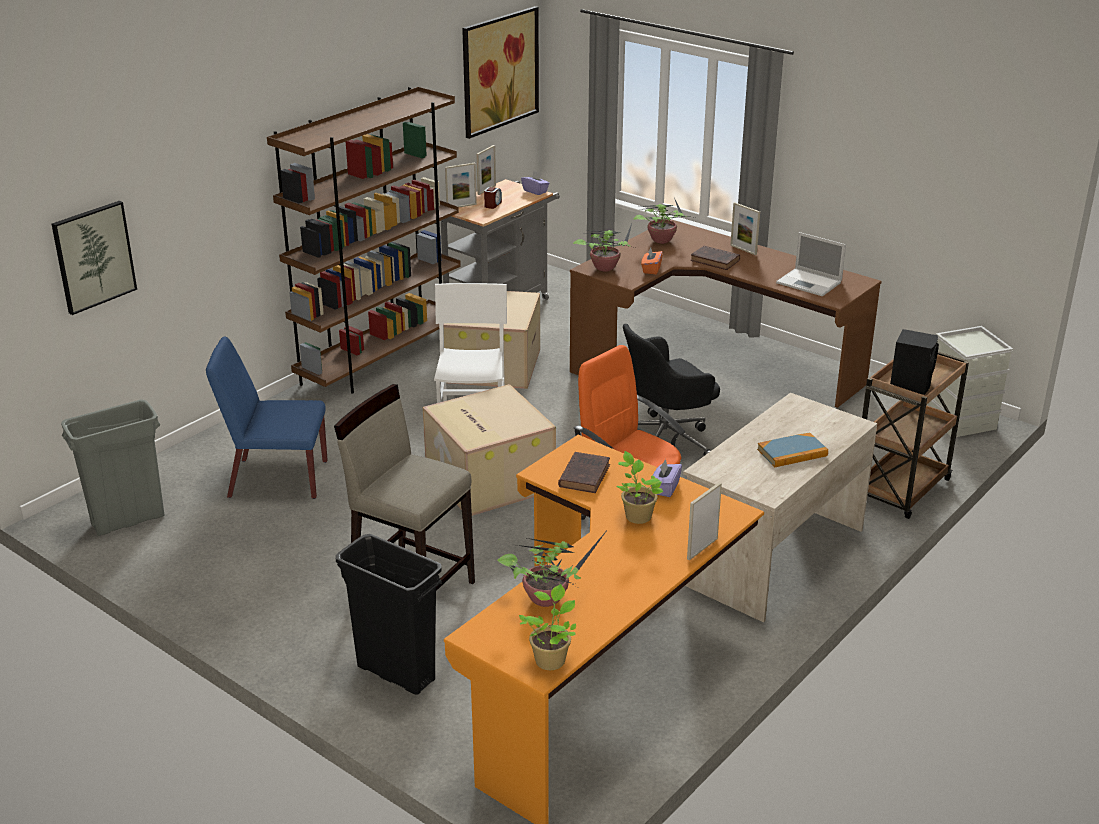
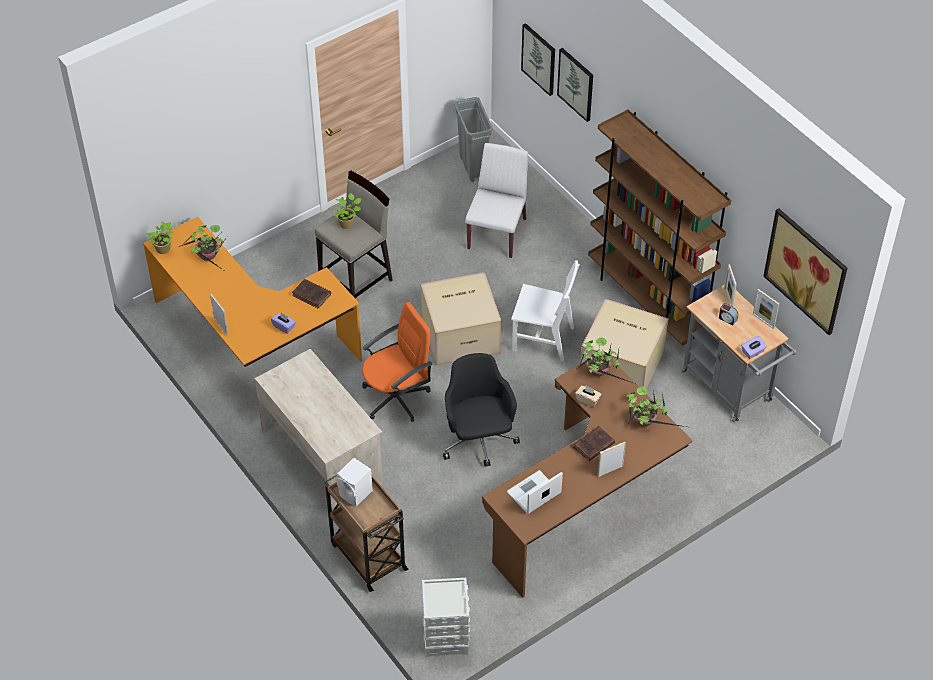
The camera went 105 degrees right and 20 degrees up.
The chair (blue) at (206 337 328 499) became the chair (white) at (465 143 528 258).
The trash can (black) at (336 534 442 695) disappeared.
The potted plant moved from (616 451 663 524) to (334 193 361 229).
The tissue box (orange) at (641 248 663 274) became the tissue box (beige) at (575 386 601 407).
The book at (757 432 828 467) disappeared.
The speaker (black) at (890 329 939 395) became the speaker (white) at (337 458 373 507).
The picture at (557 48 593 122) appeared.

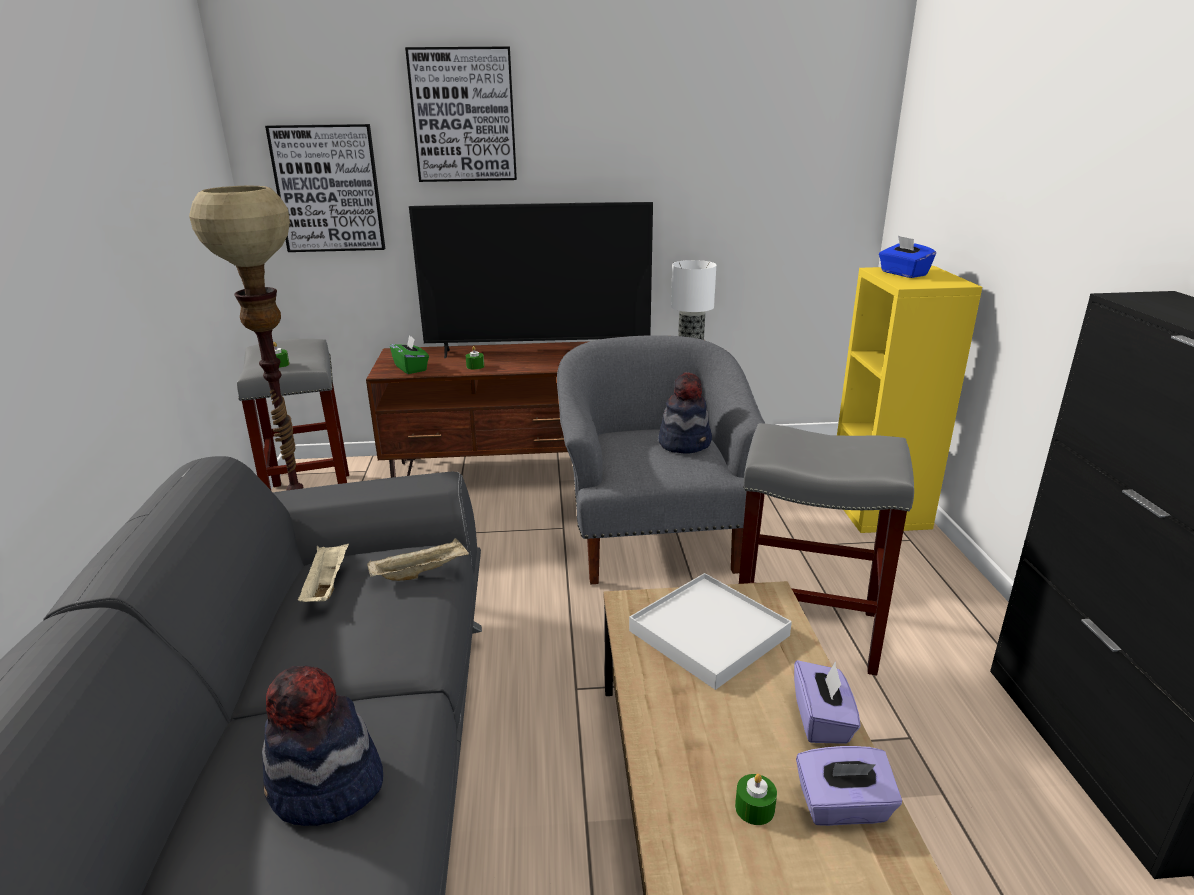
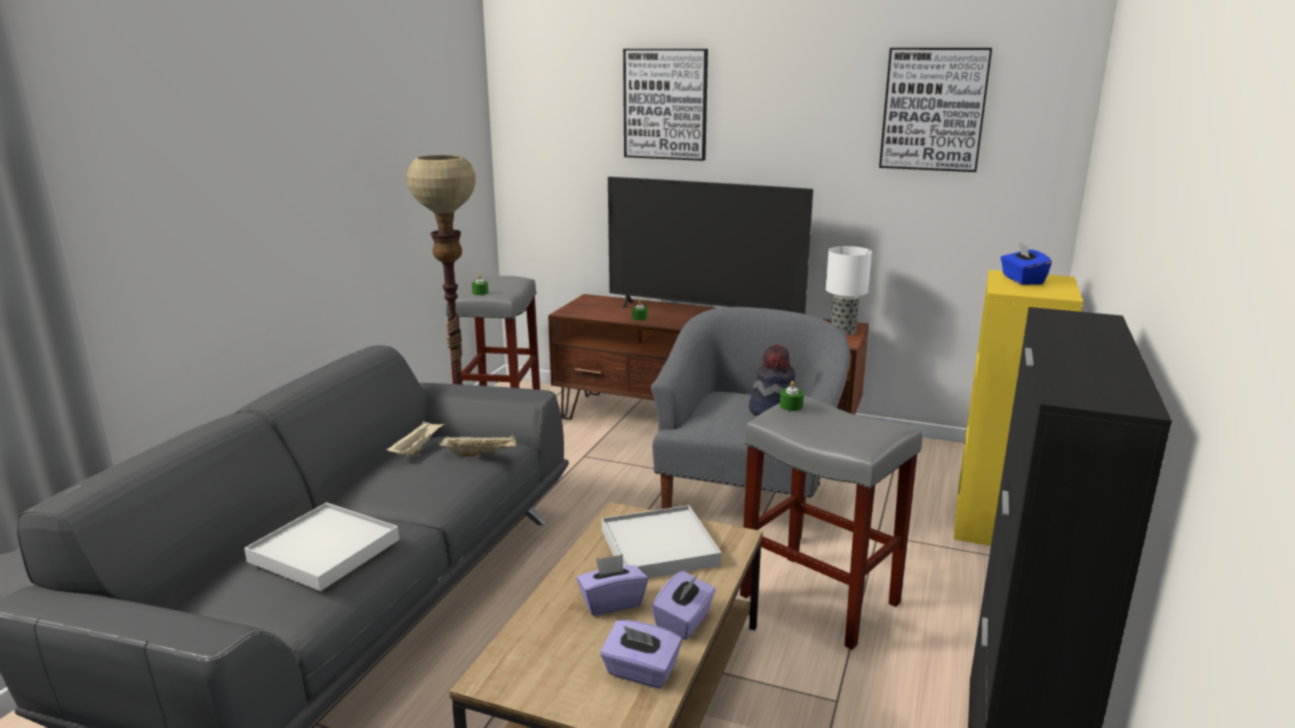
The camera went 25 degrees right and 5 degrees down.
The hat at (262 665 383 826) was replaced by the tray (white) at (244 502 399 591).
The picture moved from (265 124 385 252) to (879 48 992 172).
The tissue box (green) at (390 335 429 374) disappeared.
The candle (green) moved from (735 774 777 825) to (780 381 804 411).
The tissue box (purple) at (576 554 648 616) appeared.

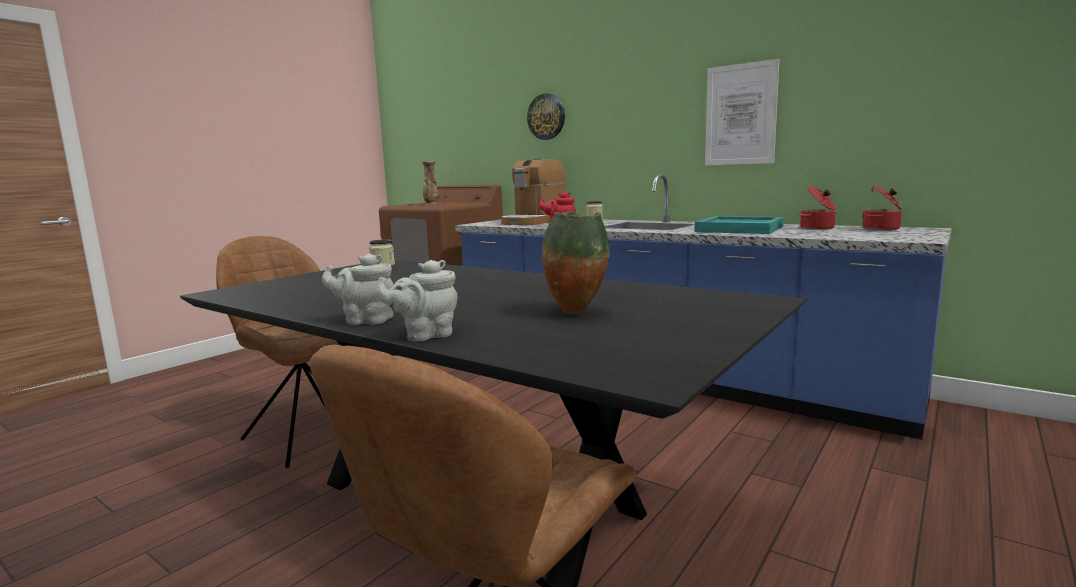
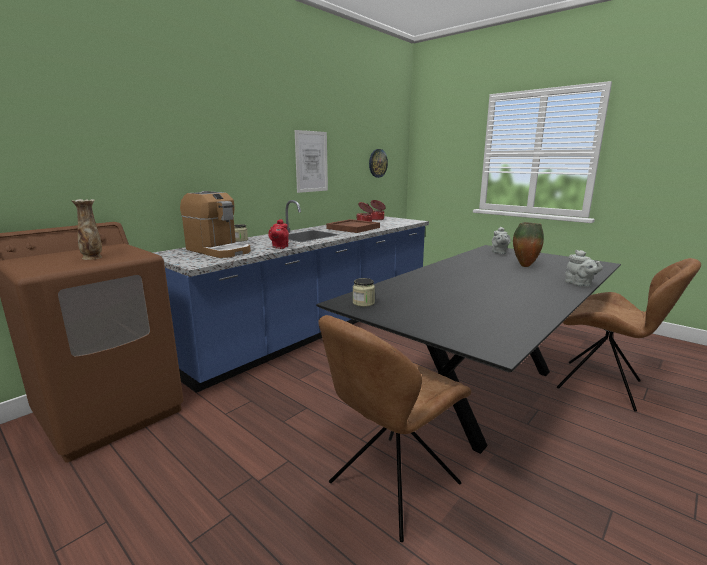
The camera went 85 degrees left and 5 degrees up.
The teapot (grey) moved from (322 254 393 325) to (492 227 511 254).
The wall clock moved from (527 93 565 140) to (369 149 388 178).
The tray (turquoise) at (694 216 784 234) became the tray (brown) at (326 219 380 233).

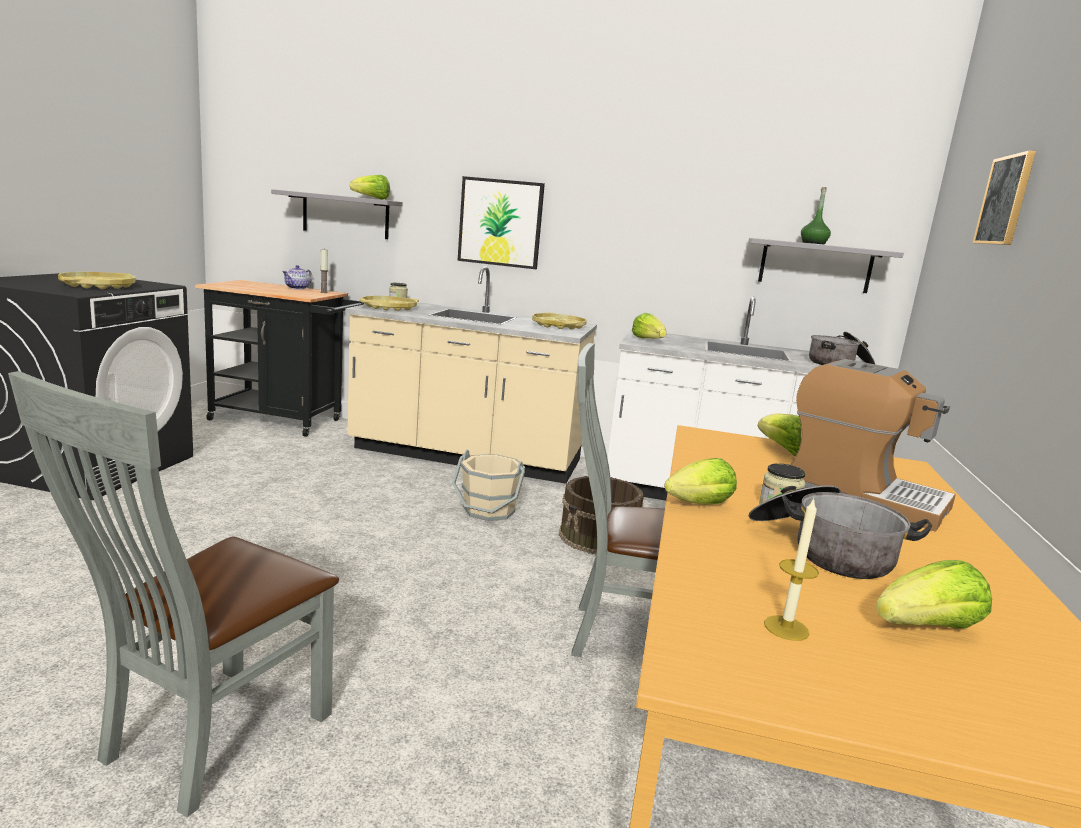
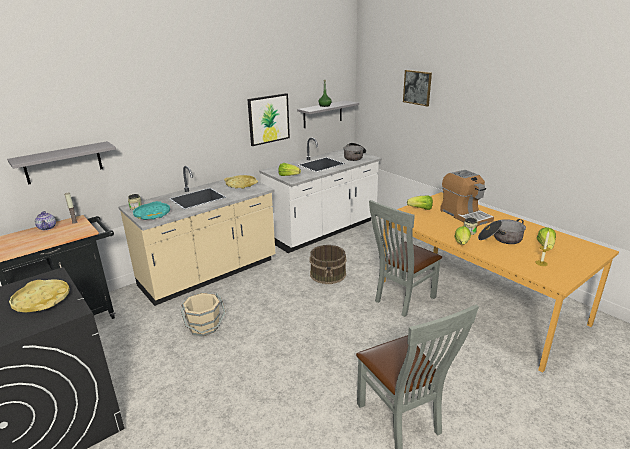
The camera went 50 degrees left and 10 degrees up.
The lettuce at (350 175 390 199) disappeared.
The tray (yellow) at (359 296 419 311) became the tray (turquoise) at (133 201 170 220).
The bucket (beige) moved from (452 450 526 521) to (181 292 226 336).
The picture moved from (458 176 545 269) to (247 93 290 146).
The coffee machine at (790 359 956 532) turned 75 degrees clockwise.

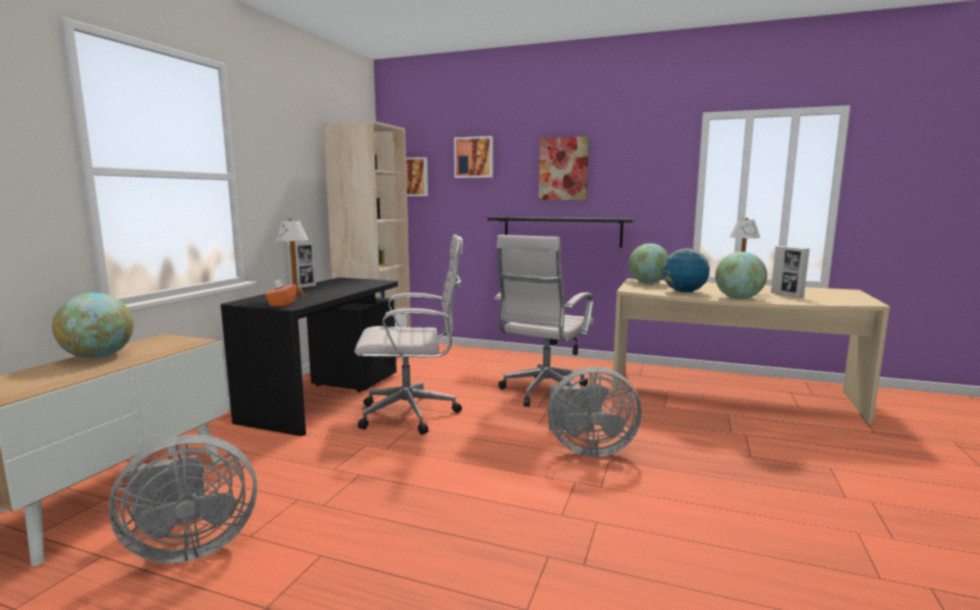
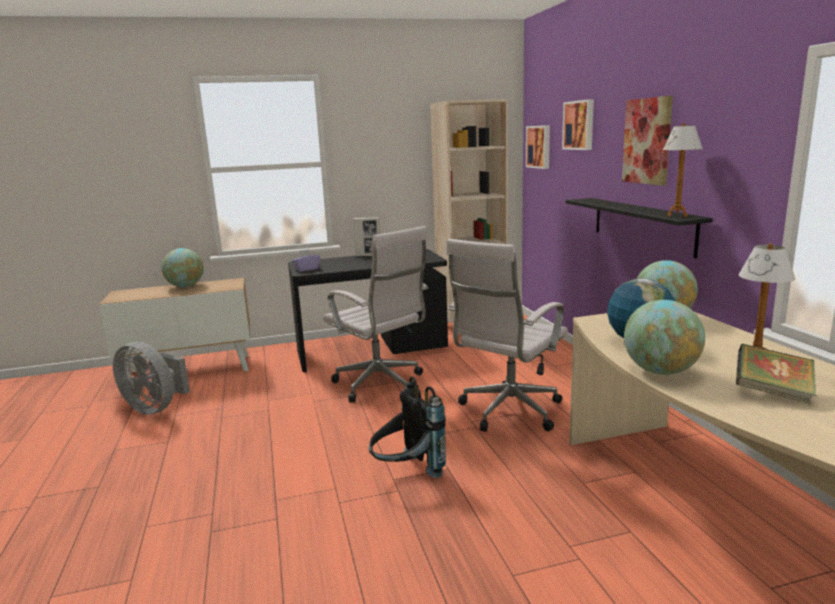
The camera went 55 degrees right and 5 degrees up.
The tissue box (orange) at (265 279 297 306) became the tissue box (purple) at (292 249 320 272).
The table lamp moved from (275 218 308 297) to (663 123 703 217).
The office chair (white) at (494 235 593 407) turned 45 degrees counterclockwise.
The fan (grey) at (548 367 642 457) was replaced by the backpack (black) at (369 376 446 478).
The picture frame at (771 246 810 298) was replaced by the book at (736 344 816 404).

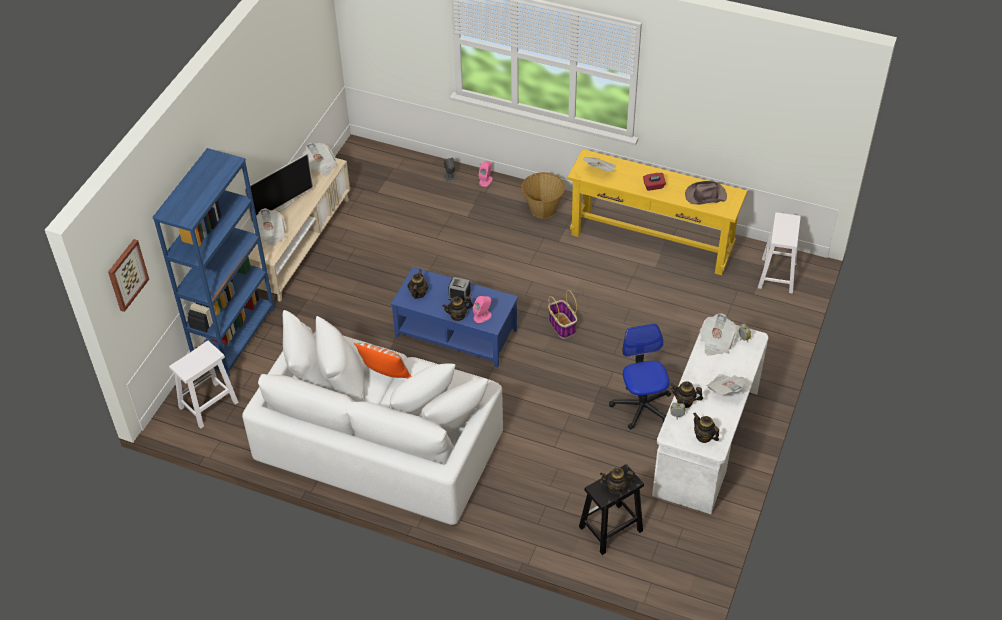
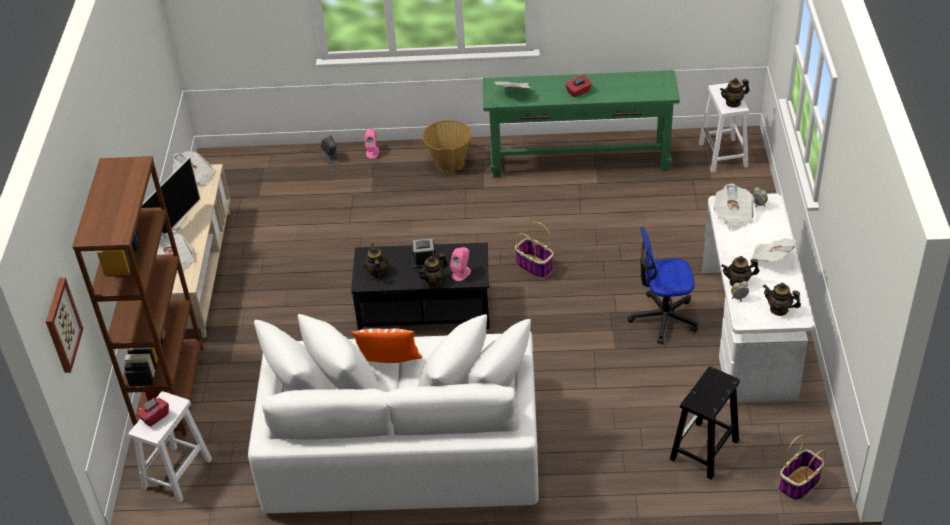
The camera went 20 degrees left and 5 degrees down.
The bookcase (blue) at (153 148 275 377) became the bookcase (brown) at (72 156 203 436).
The coffee table (blue) at (391 267 518 368) became the coffee table (black) at (351 242 490 330).
The console table (yellow) at (568 149 747 275) became the console table (green) at (483 70 680 178).
The teapot moved from (600 467 635 494) to (720 78 749 108).
The office chair at (609 323 671 429) turned 60 degrees counterclockwise.
The hat (brown) at (685 181 727 205) disappeared.
The tissue box (red) at (136 398 169 427) appeared.
The basket at (779 435 825 500) appeared.

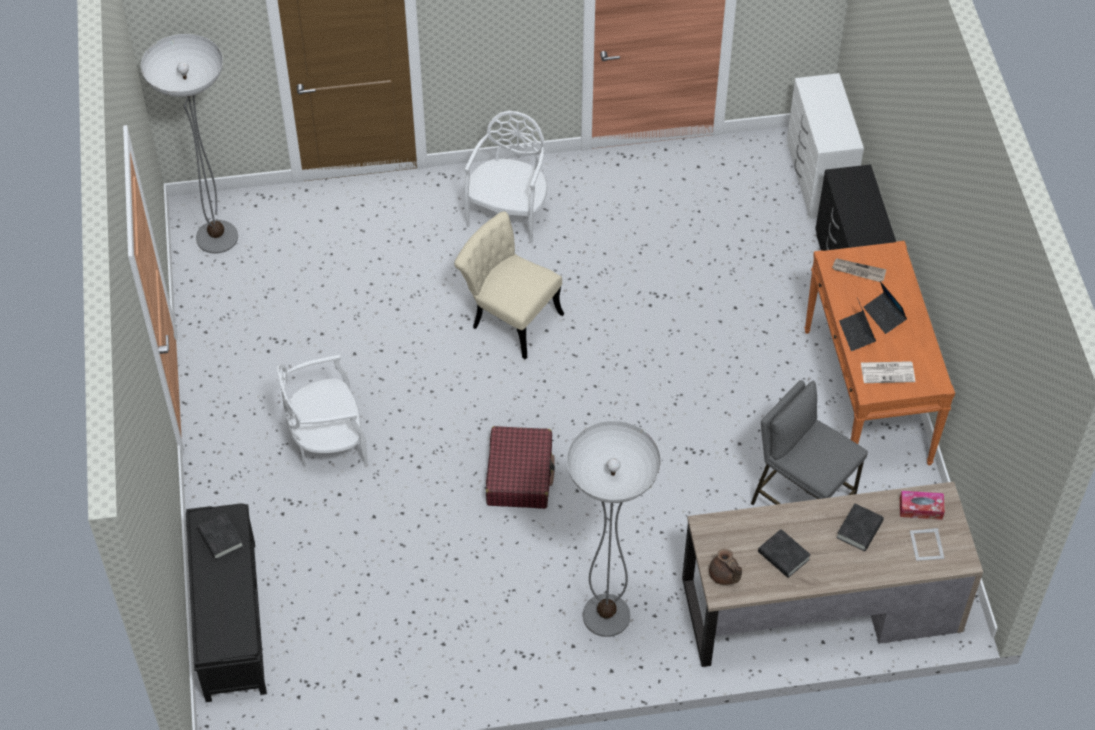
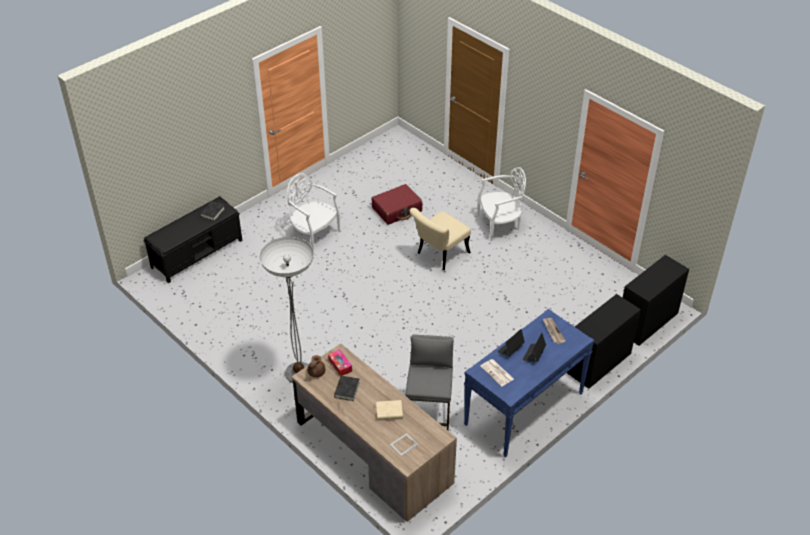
The camera went 55 degrees right and 10 degrees down.
The floor lamp at (141 34 238 254) disappeared.
The chair (beige) at (454 211 564 359) turned 135 degrees counterclockwise.
The suitcase (red) moved from (486 426 555 509) to (371 184 422 225).
The dresser (white) at (787 73 864 219) became the dresser (black) at (623 255 689 346).
The console table (orange) at (804 241 955 465) became the console table (blue) at (464 309 594 458).
The book (black) at (836 504 884 551) became the book (beige) at (376 400 403 421).
The tissue box moved from (900 491 945 520) to (328 349 352 376).

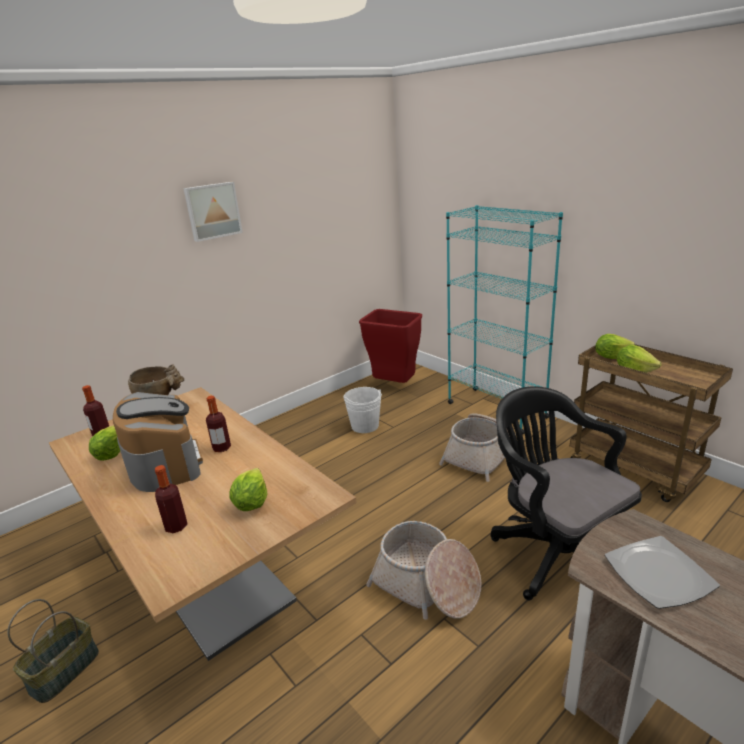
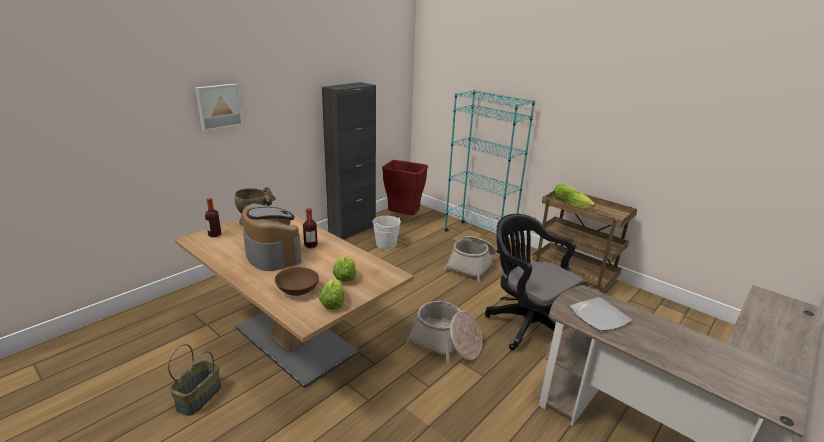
The camera went 10 degrees left and 0 degrees up.
The lettuce moved from (89 426 120 461) to (319 278 344 310).
The bottle at (155 465 187 533) was replaced by the bowl (brown) at (275 267 319 296).
The picture moved from (183 182 243 242) to (195 84 243 131).
The cabinet (black) at (322 82 376 239) appeared.

